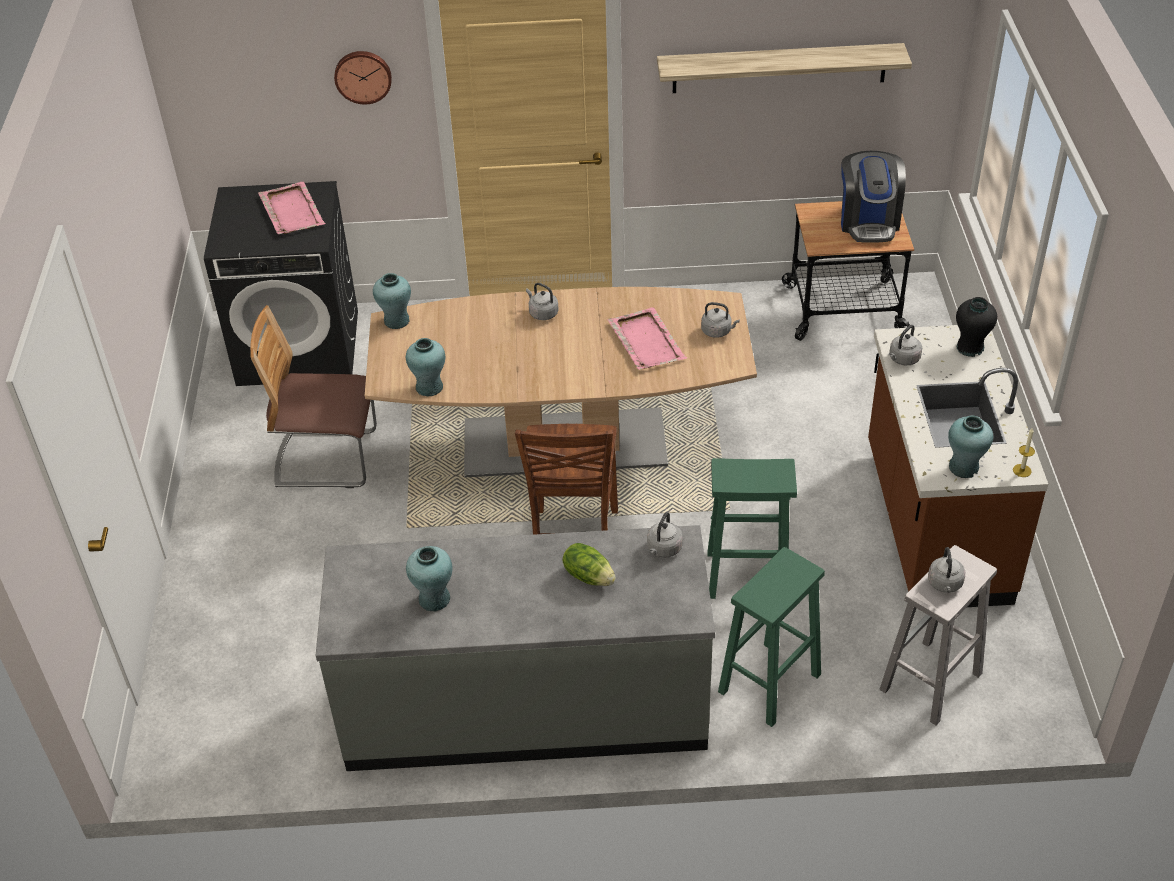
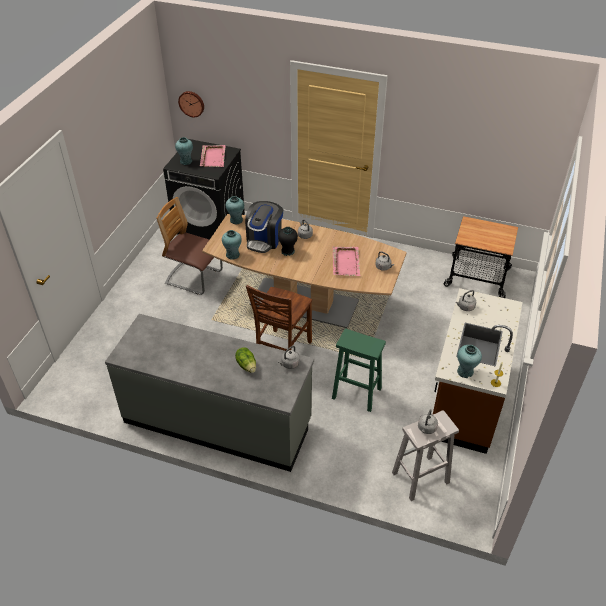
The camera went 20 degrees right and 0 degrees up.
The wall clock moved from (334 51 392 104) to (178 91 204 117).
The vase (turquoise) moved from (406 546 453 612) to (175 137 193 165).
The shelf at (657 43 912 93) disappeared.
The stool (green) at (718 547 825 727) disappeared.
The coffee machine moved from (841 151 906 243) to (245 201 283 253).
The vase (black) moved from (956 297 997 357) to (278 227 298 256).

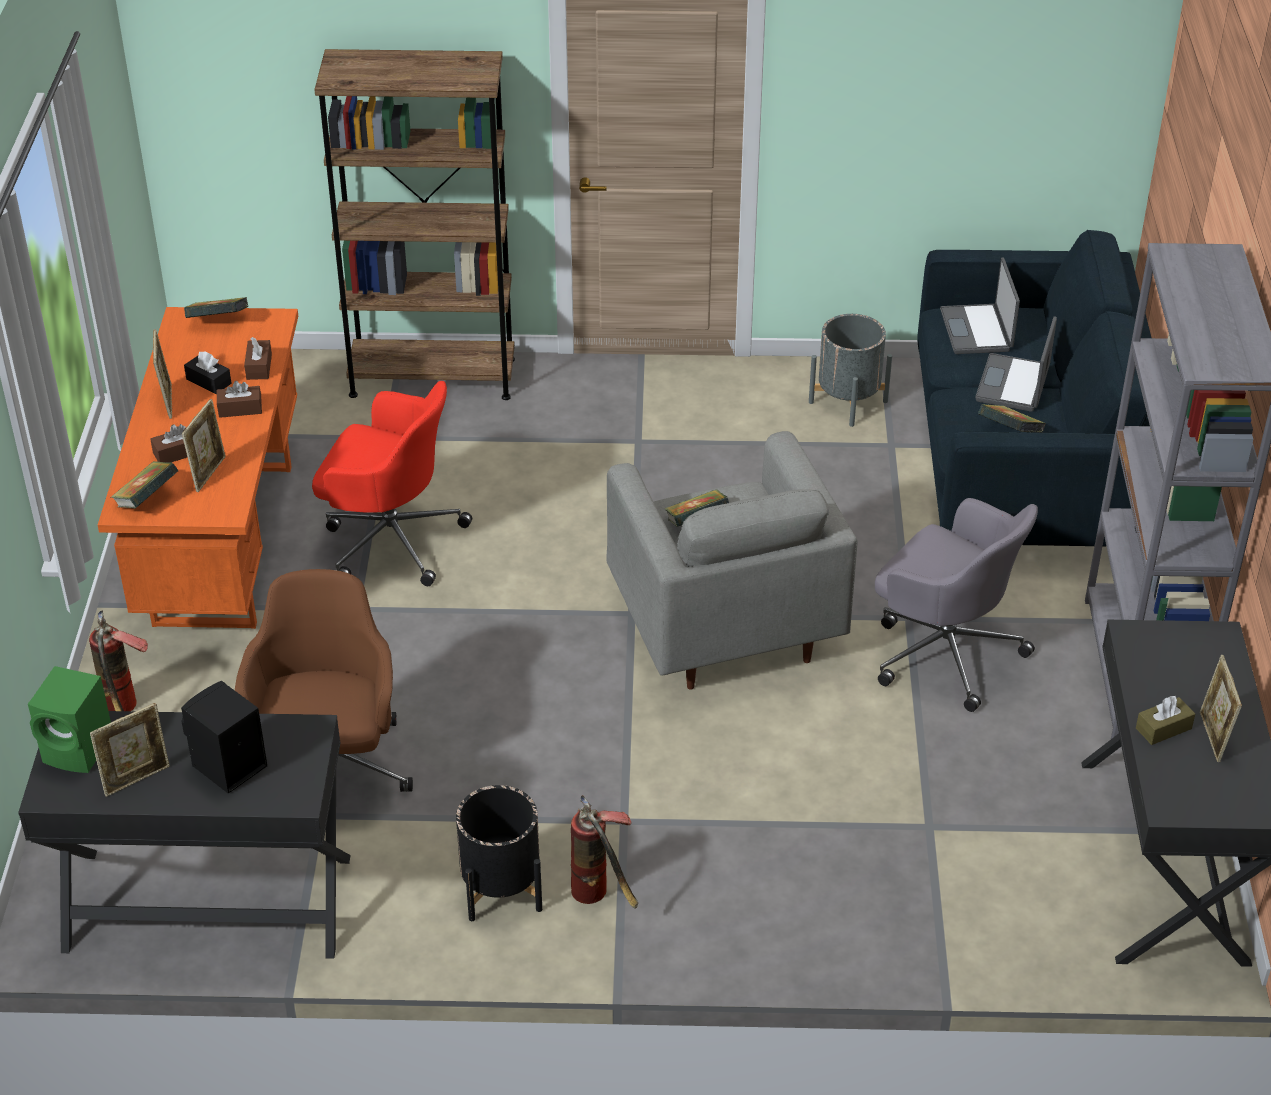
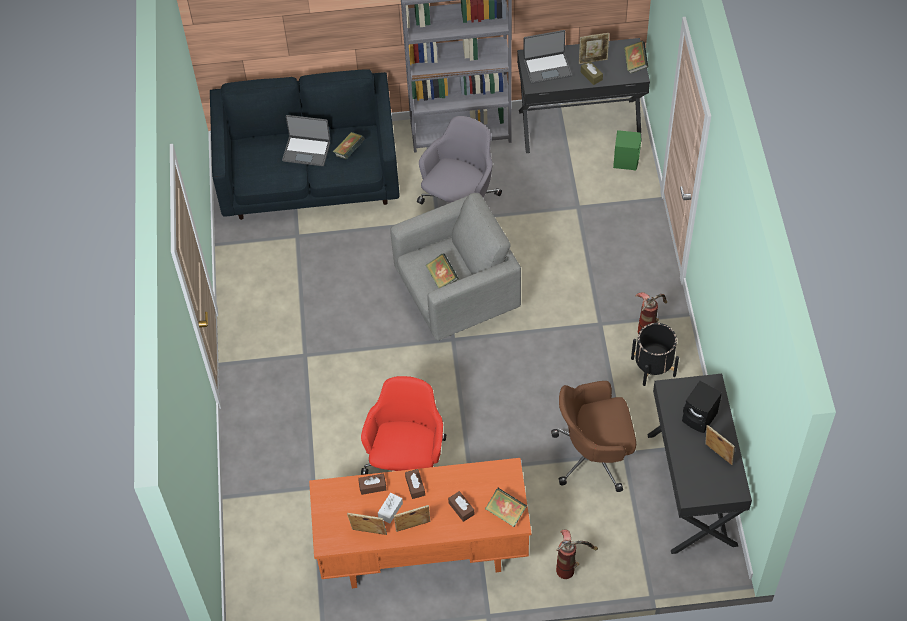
The camera went 95 degrees left and 15 degrees up.
The speaker (green) moved from (28 666 111 773) to (613 130 641 170).
The picture frame moved from (182 399 226 492) to (347 513 387 535).
The book moved from (184 297 249 318) to (624 41 648 74).
The tissue box (black) at (184 352 232 394) became the tissue box (white) at (378 493 403 523).
The bookcase (brown) at (314 49 515 400) disappeared.
The planter (grey) at (809 314 892 427) disappeared.
The laptop moved from (940 258 1020 354) to (523 30 572 84).

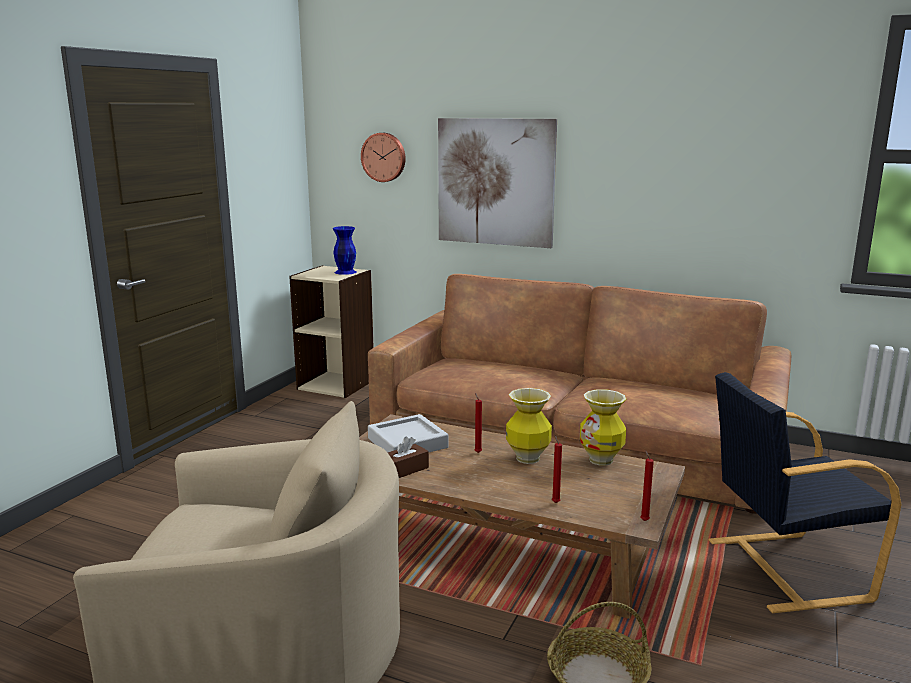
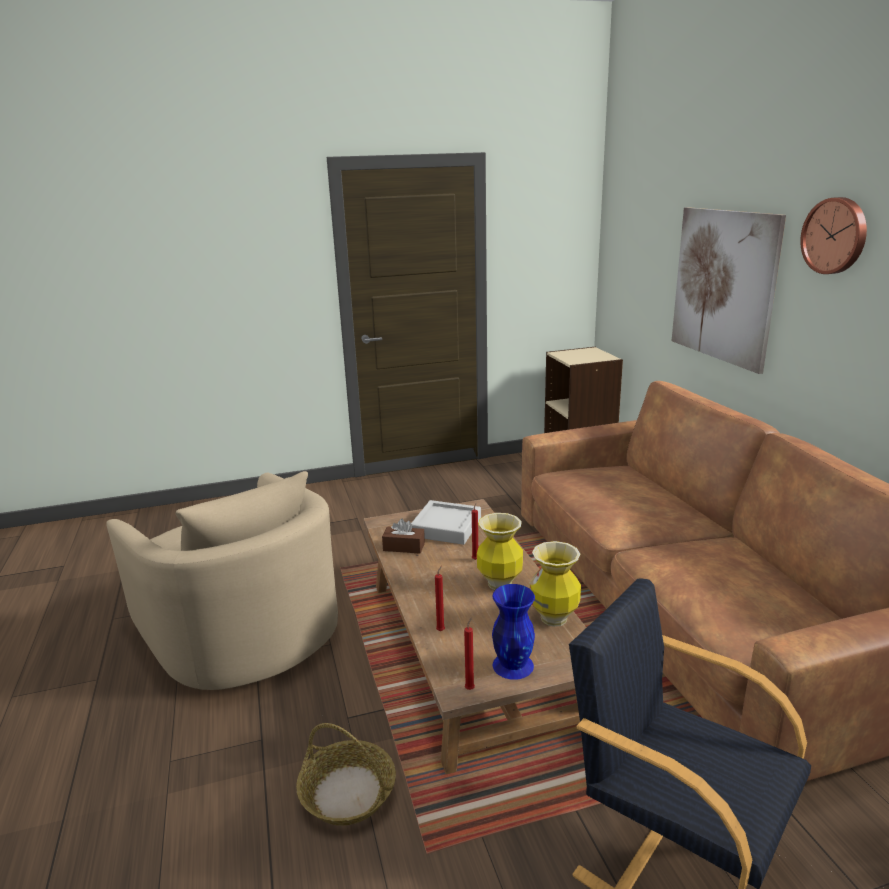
The camera went 50 degrees right and 5 degrees up.
The vase (blue) moved from (333 226 357 275) to (492 584 535 680).
The wall clock moved from (361 133 406 182) to (800 197 867 274).

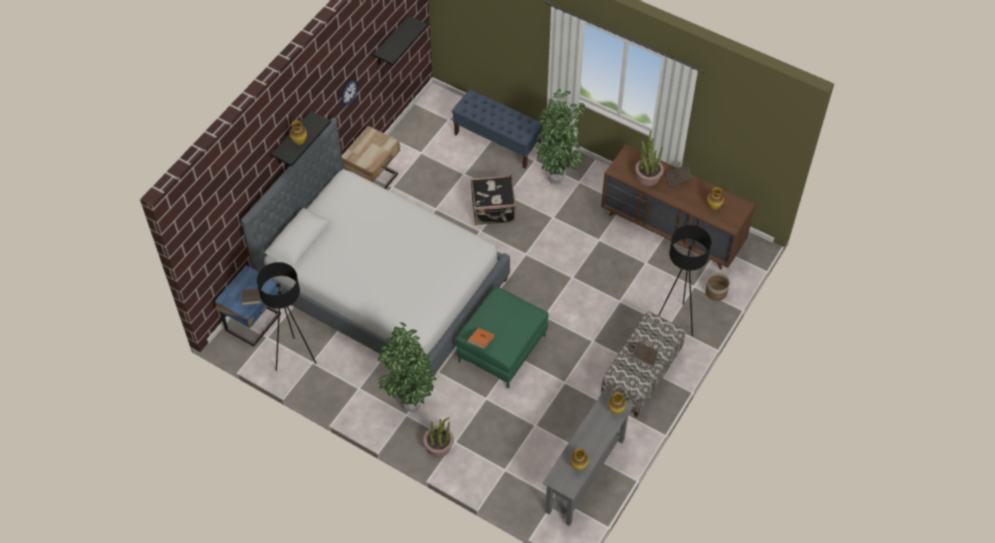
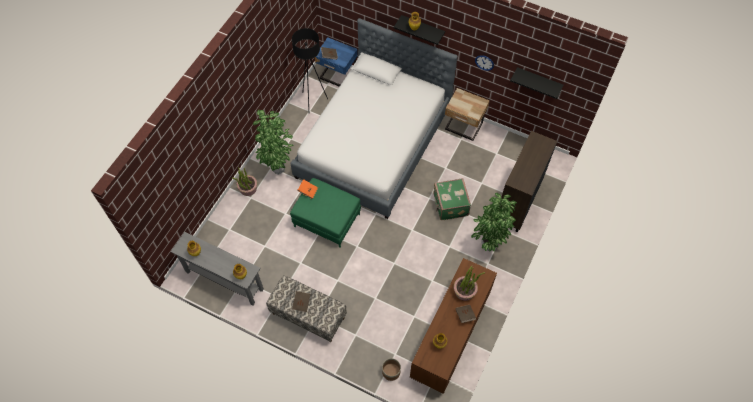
The camera went 85 degrees right and 5 degrees up.
The bench (blue) at (452 89 543 169) was replaced by the cabinet (brown) at (501 131 557 232).
The suitcase (black) at (471 175 516 225) became the suitcase (green) at (433 178 471 220).
The floor lamp (black) at (658 225 711 336) disappeared.

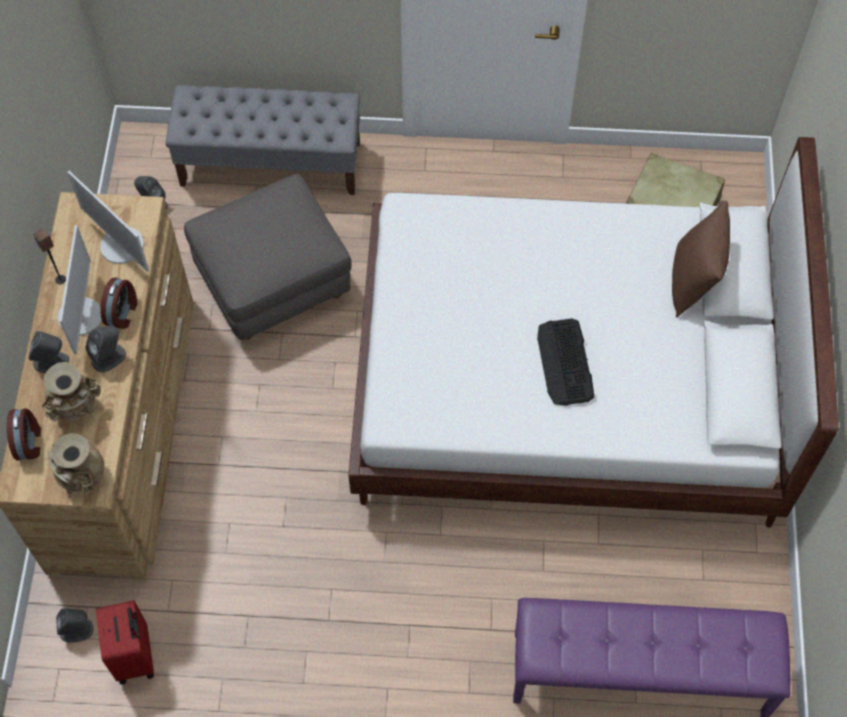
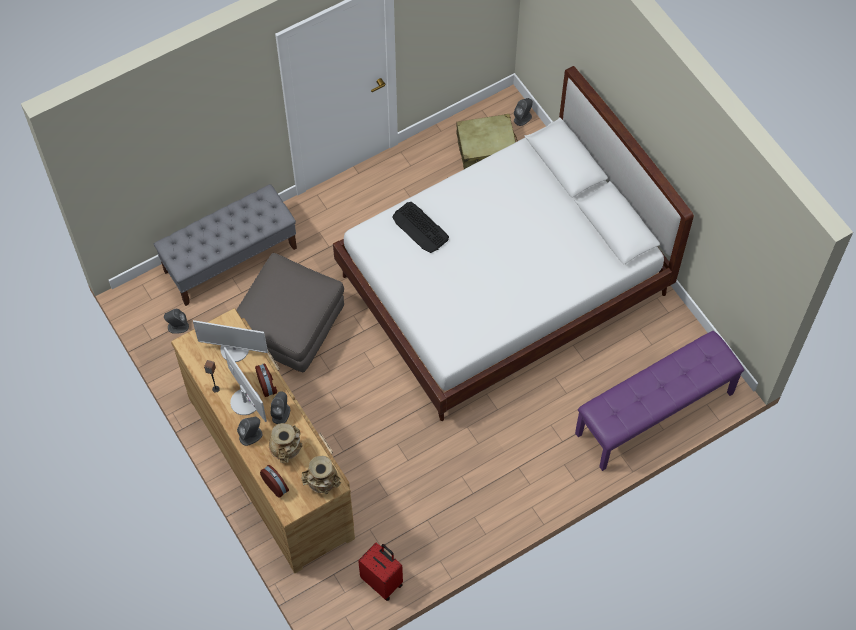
The camera went 35 degrees left and 0 degrees up.
The speaker (grey) moved from (56 608 93 642) to (514 98 533 126).
The keyboard moved from (537 318 594 406) to (392 202 449 253).
The pillow (brown) at (672 201 730 317) disappeared.

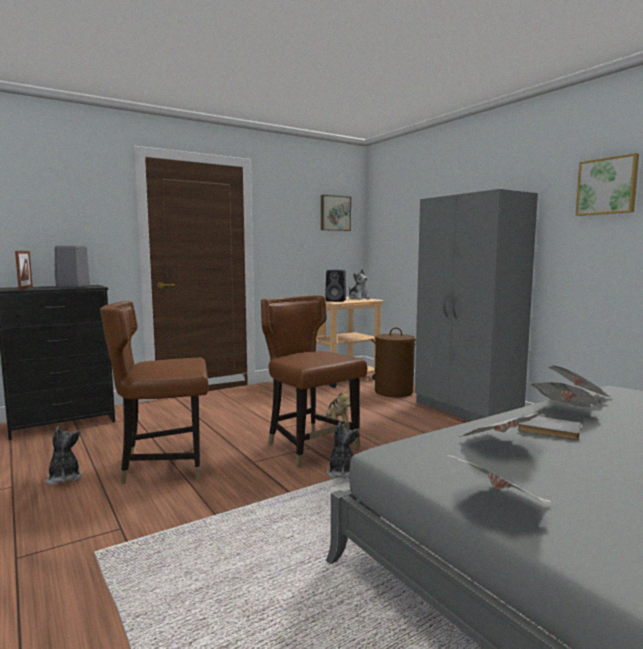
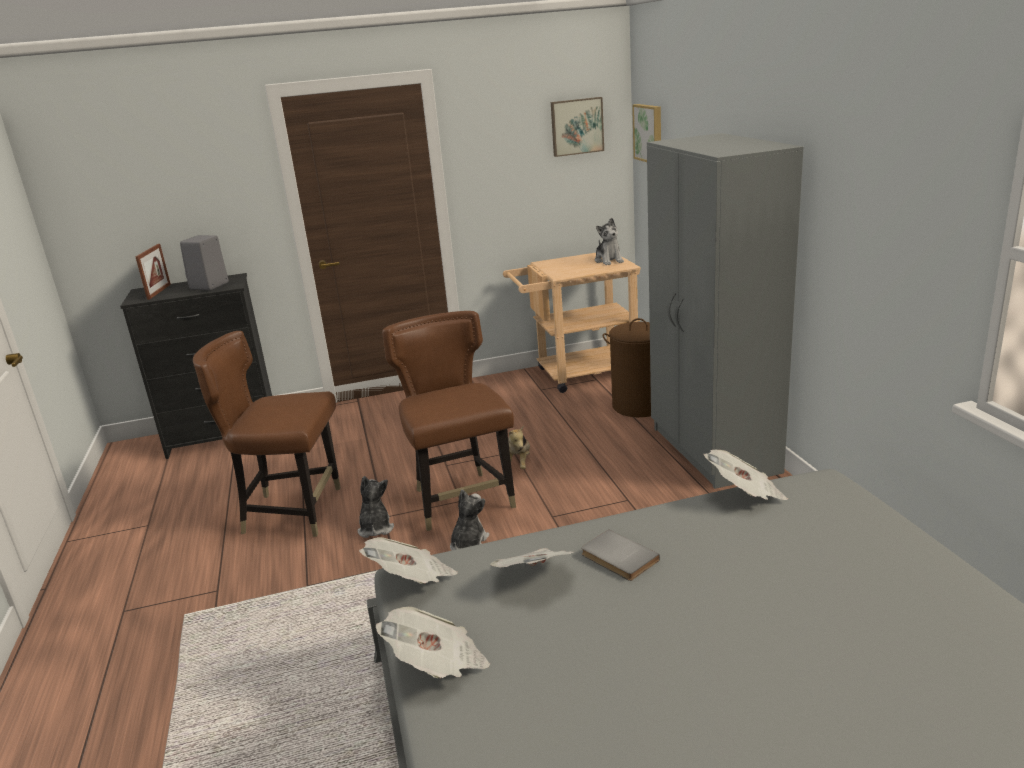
The camera went 20 degrees right and 15 degrees up.
The plush toy moved from (46 426 83 485) to (358 476 394 538).
The speaker (black) at (325 270 346 302) disappeared.
The newspaper moved from (531 382 600 407) to (359 537 458 584).
The picture moved from (576 153 639 216) to (632 104 661 162).

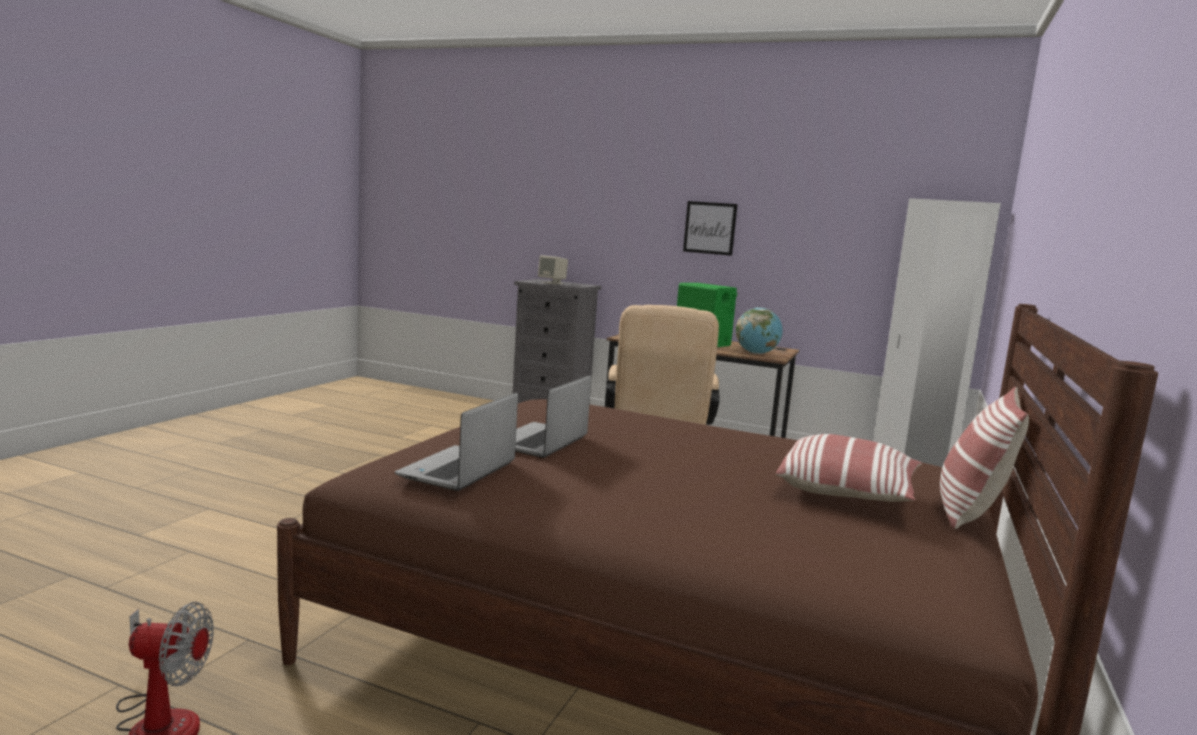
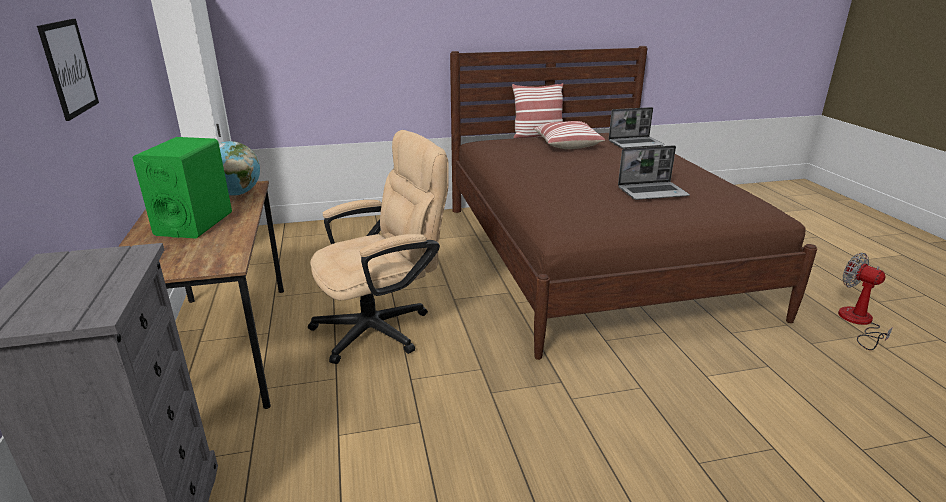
The camera went 125 degrees left and 15 degrees up.
The laptop moved from (395 393 518 491) to (609 107 664 149).
The speaker (beige) at (538 255 568 285) disappeared.

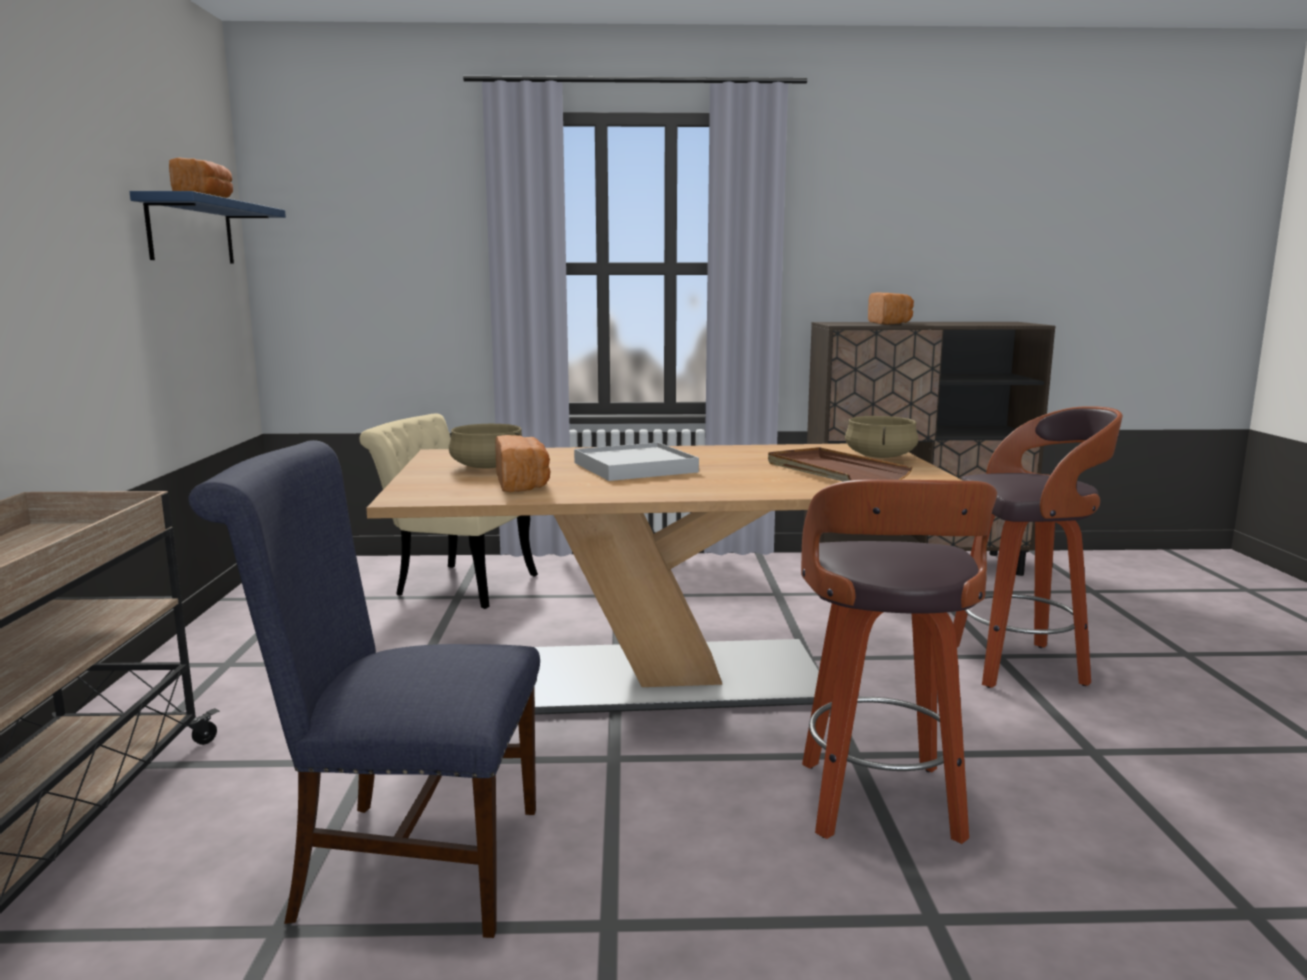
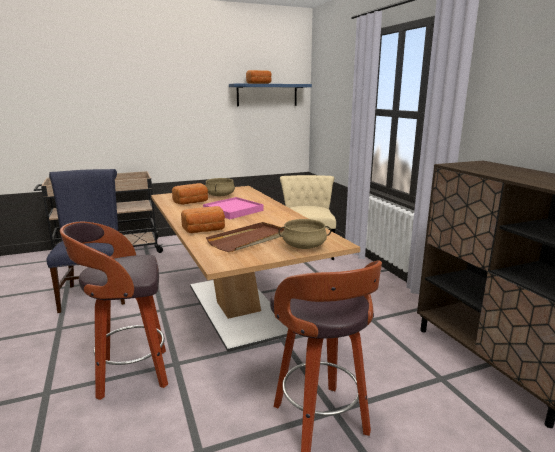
The camera went 70 degrees right and 5 degrees up.
The tray (white) at (574 442 699 481) became the tray (pink) at (203 197 263 219).
The bread moved from (868 292 914 324) to (181 206 225 233).

